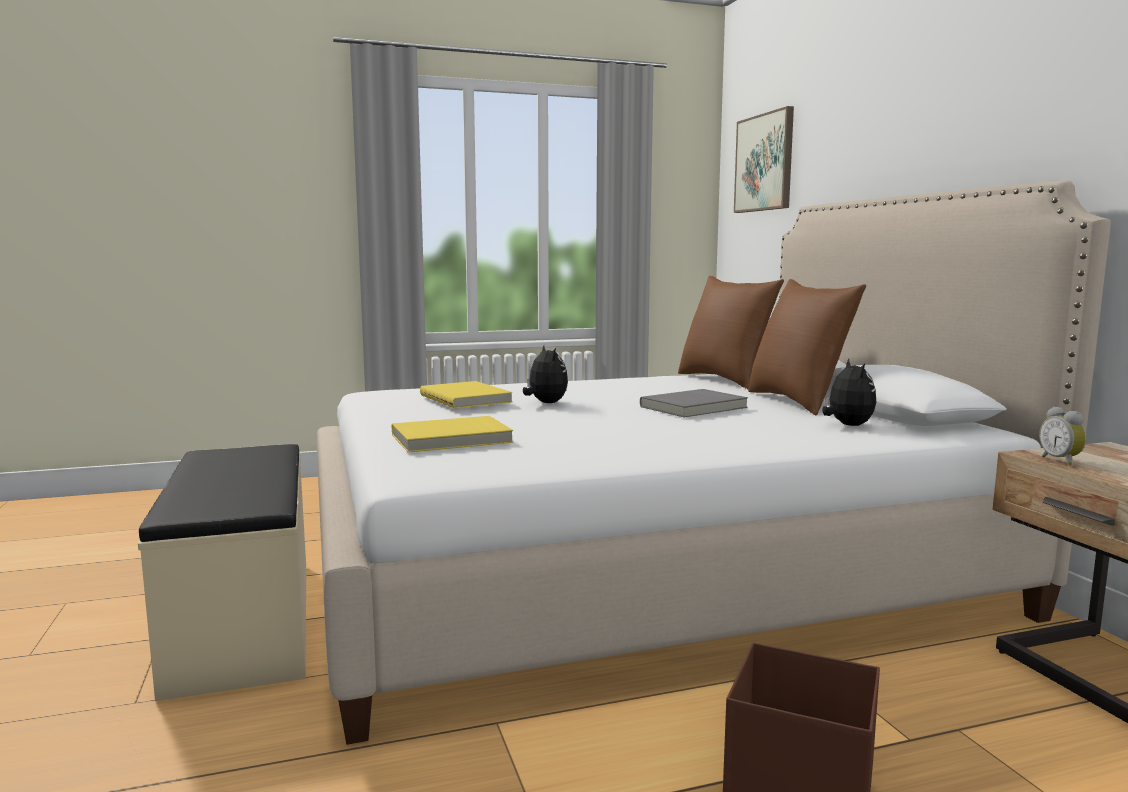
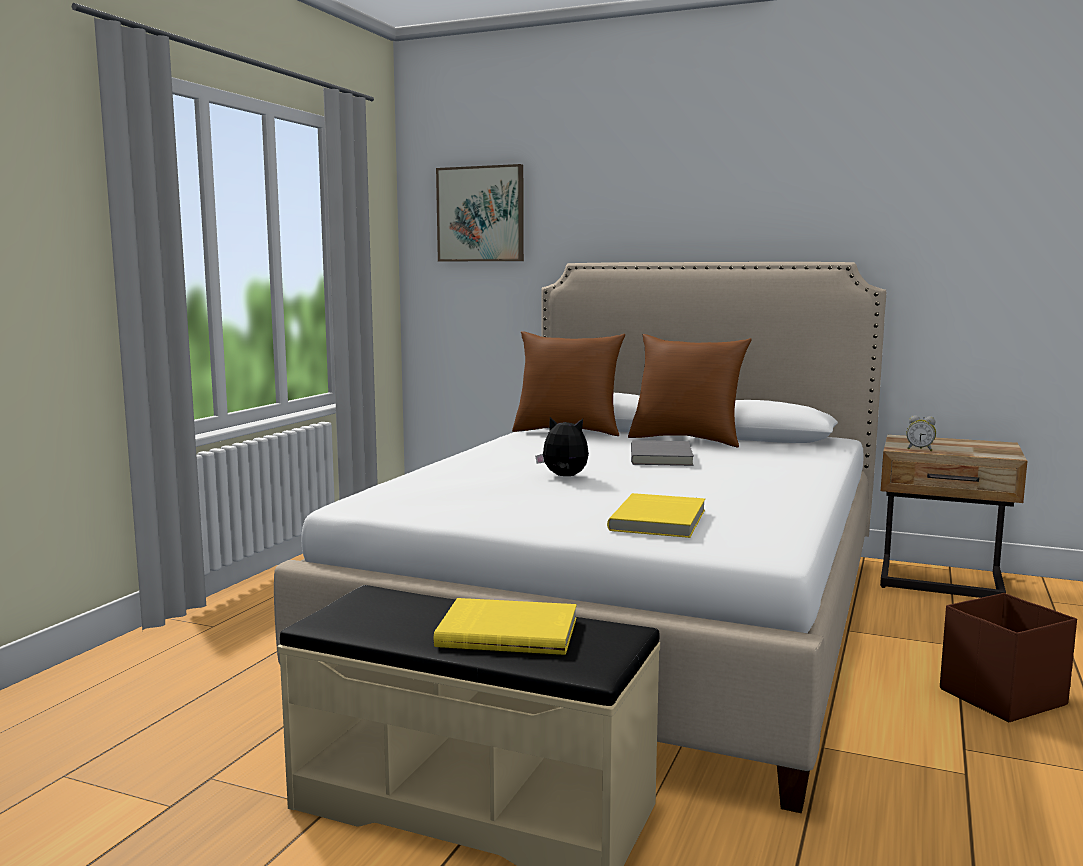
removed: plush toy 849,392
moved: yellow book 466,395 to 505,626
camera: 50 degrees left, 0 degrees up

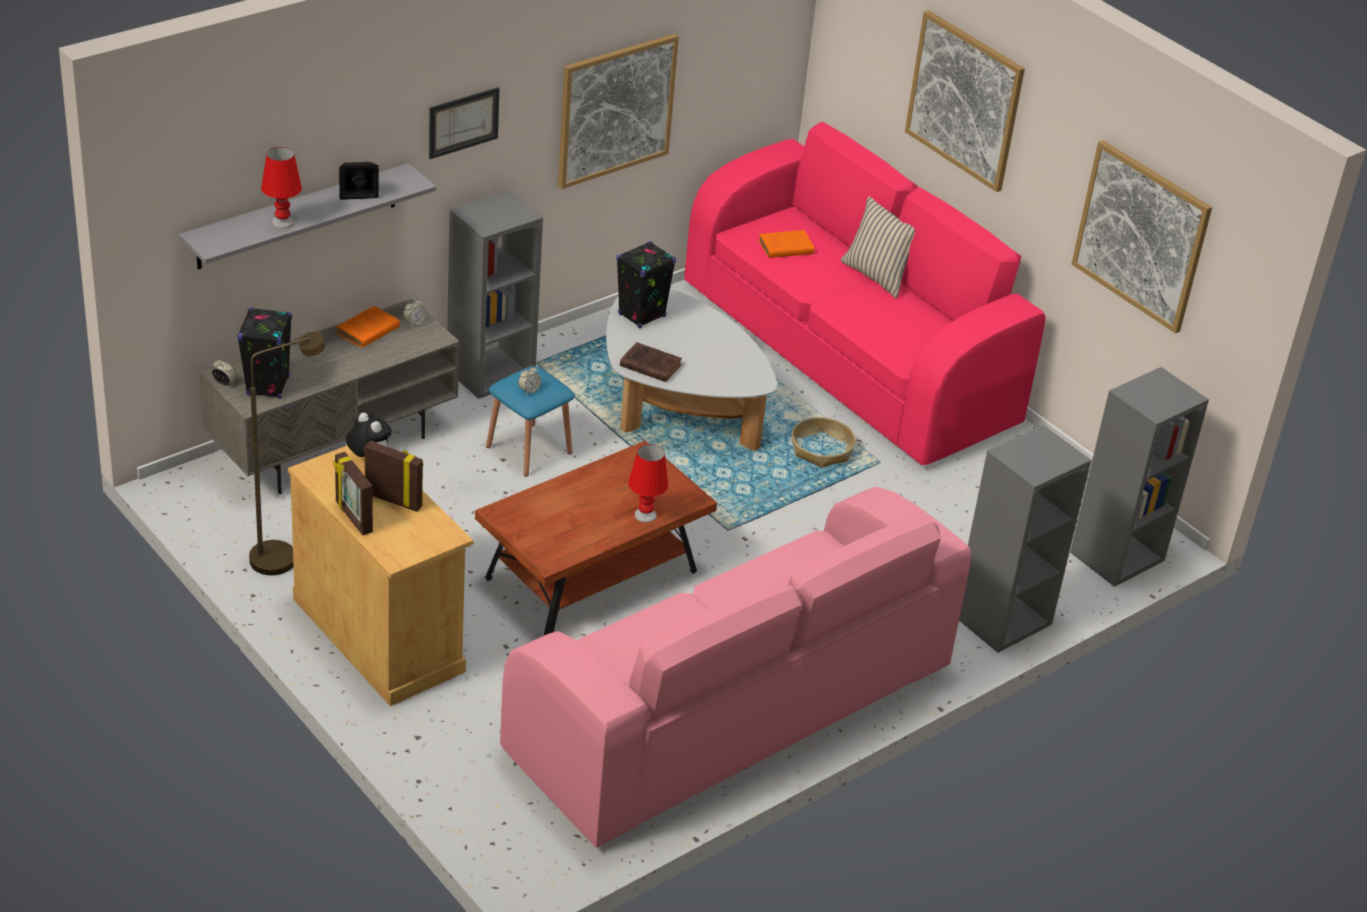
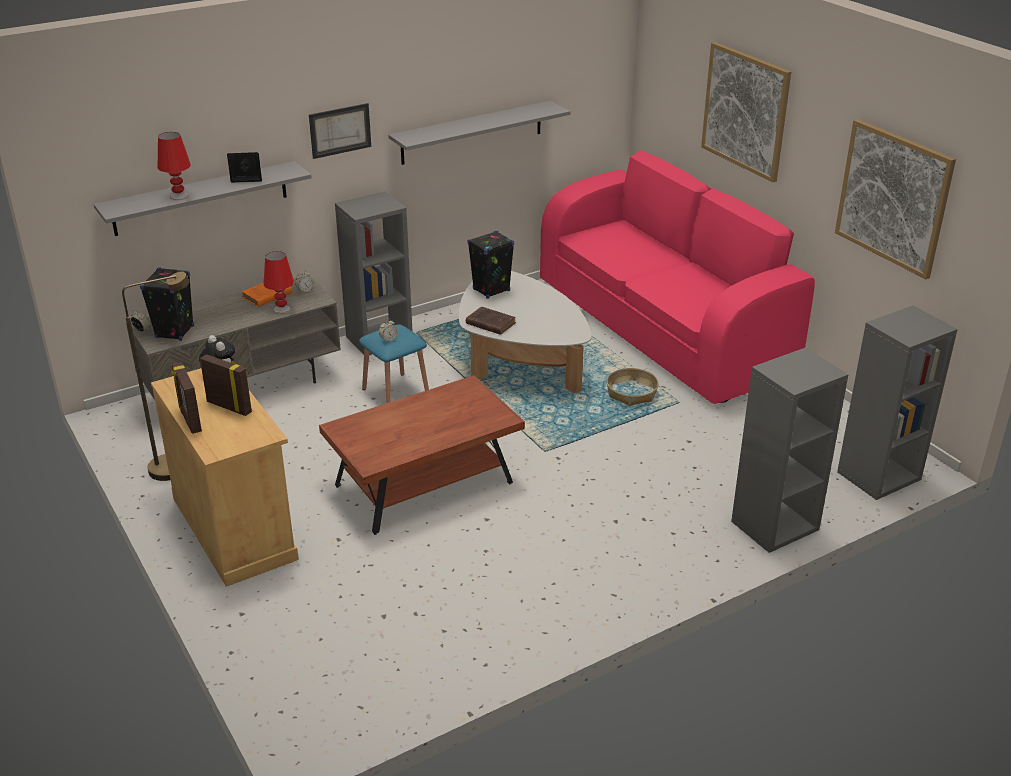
removed: pink sofa 735,666; orange book 786,244; beige pillow 878,248
moved: red table lamp 648,483 to 279,282
replaced: picture 618,111 to grey shelf 479,133
camera: 10 degrees right, 5 degrees down

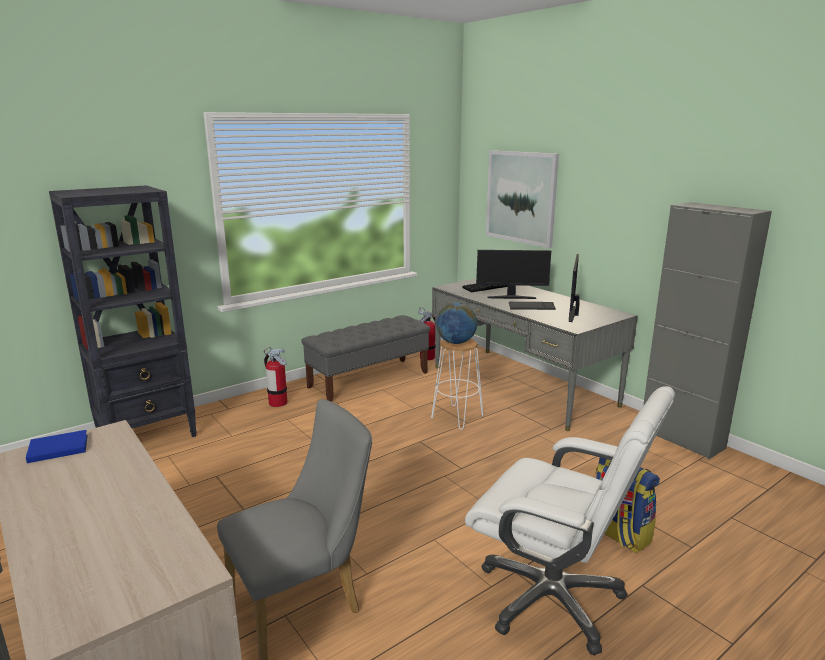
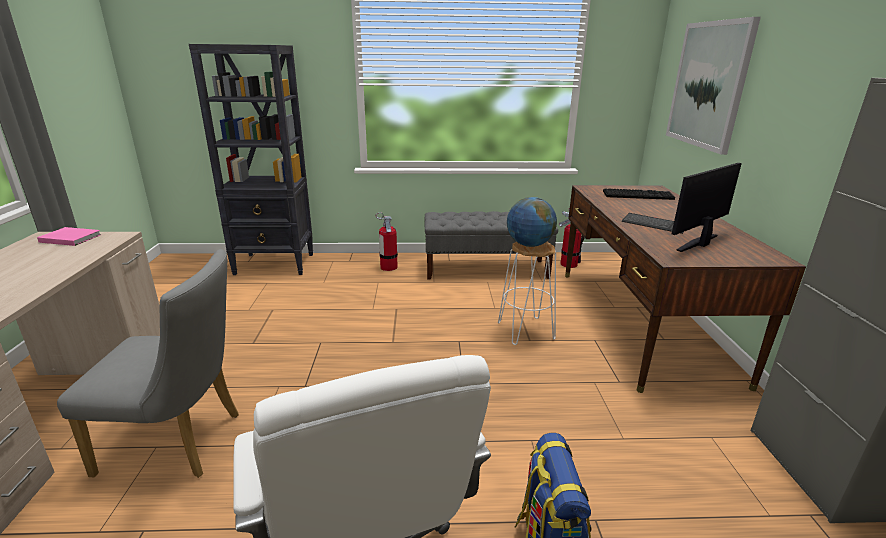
removed: monitor 513,274
recoloured: blue book 57,446 to pink book 69,236; grey desk 535,354 to brown desk 685,289
camera: 35 degrees right, 5 degrees up

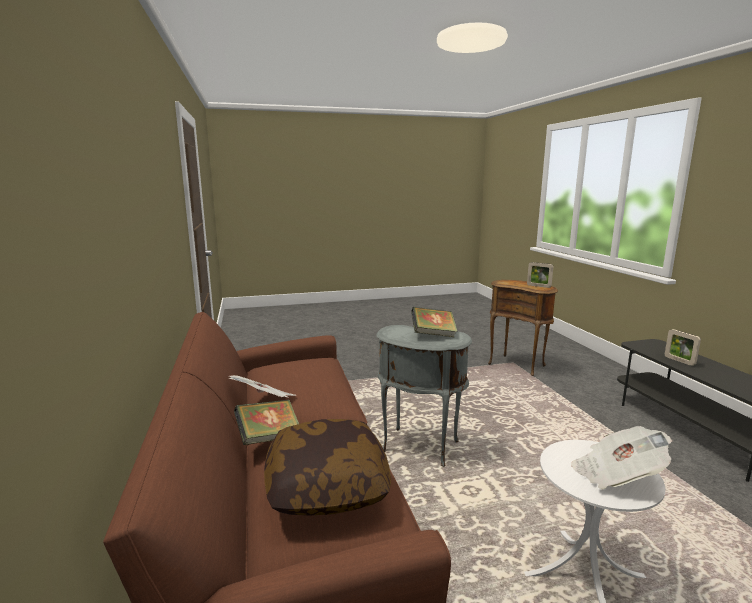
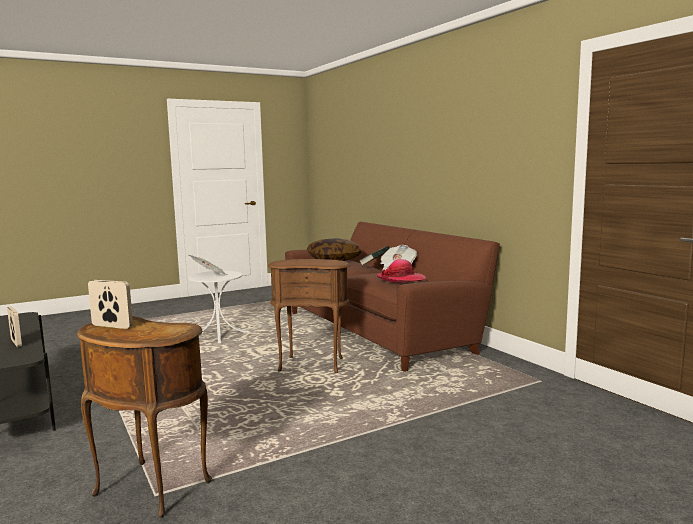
removed: book 434,322
added: hat 401,270
recoloured: grey side table 424,396 to brown side table 309,316
camera: 165 degrees right, 5 degrees down

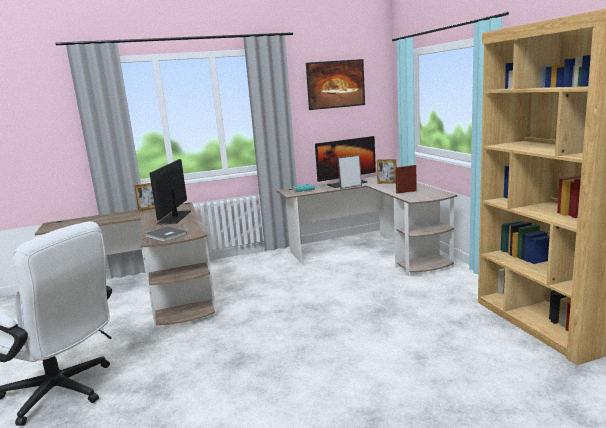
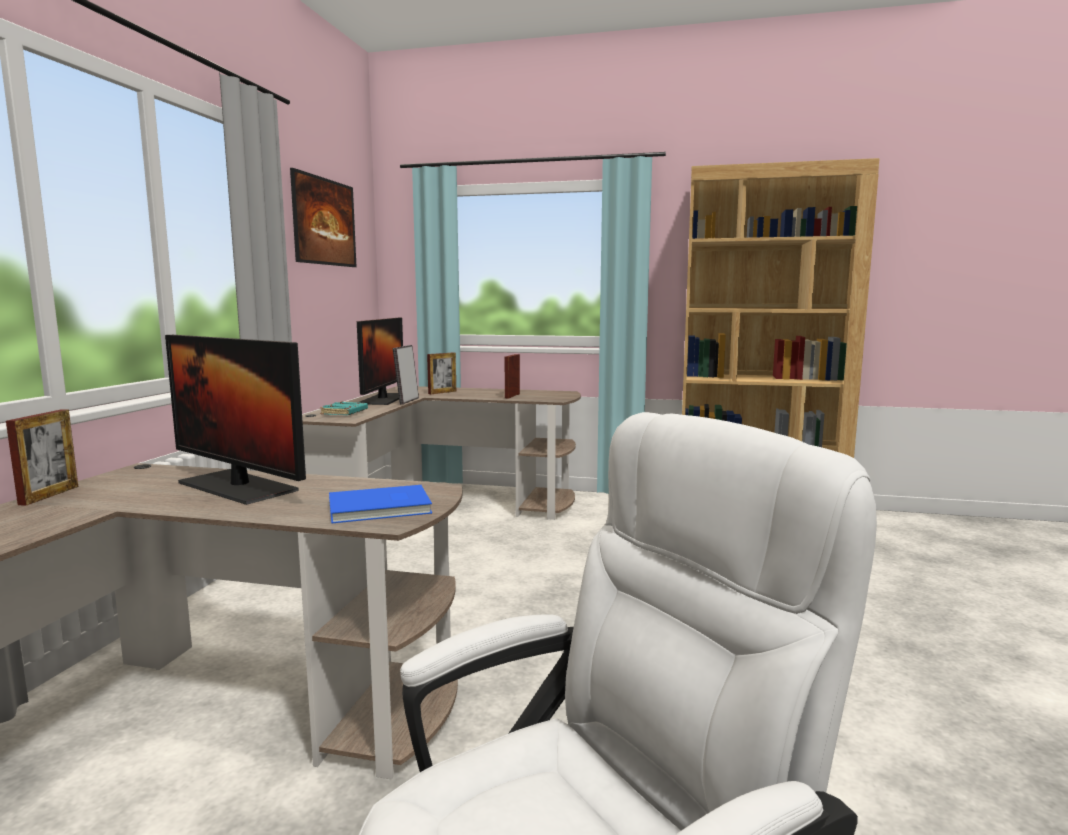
recoloured: grey book 166,234 to blue book 380,504
camera: 60 degrees left, 5 degrees down

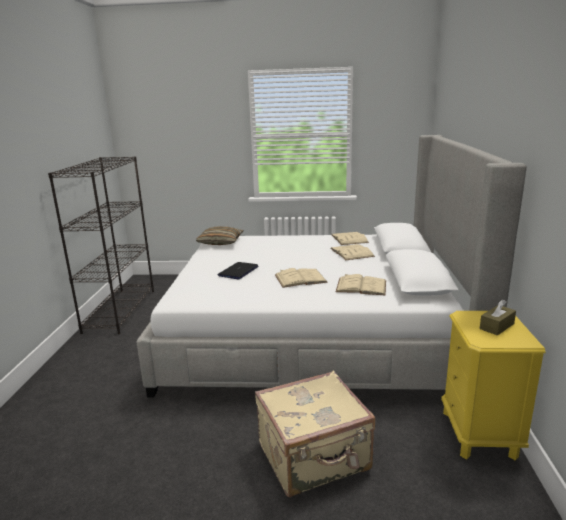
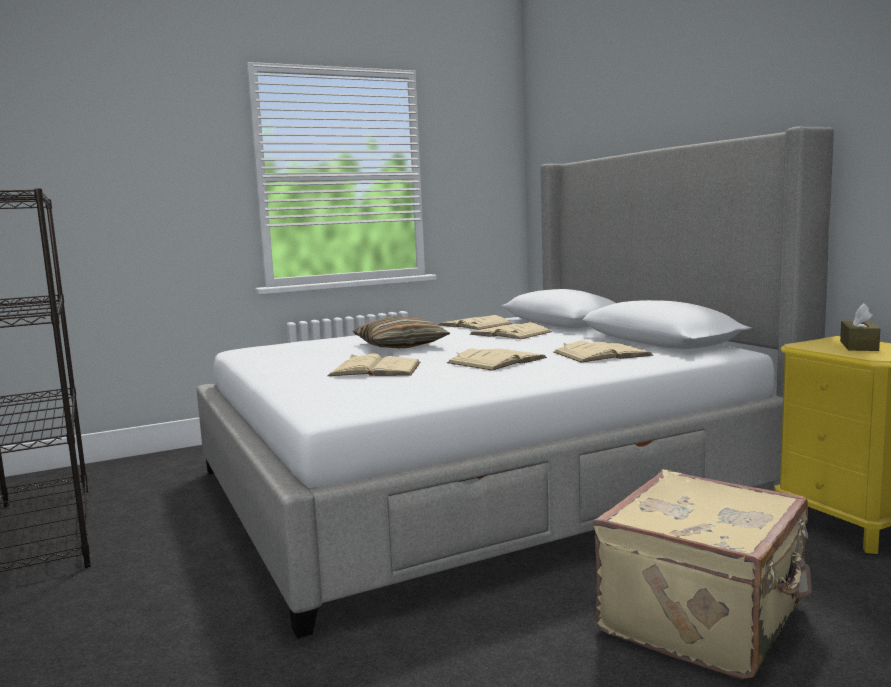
moved: pillow 219,235 to 401,332
replaced: laptop 238,270 to beige book 374,364
camera: 30 degrees left, 10 degrees down

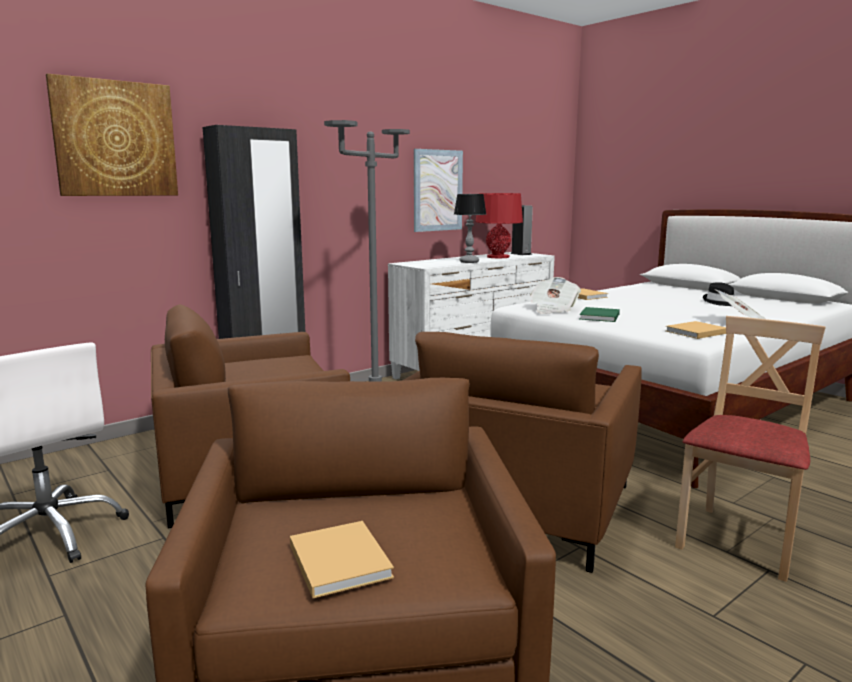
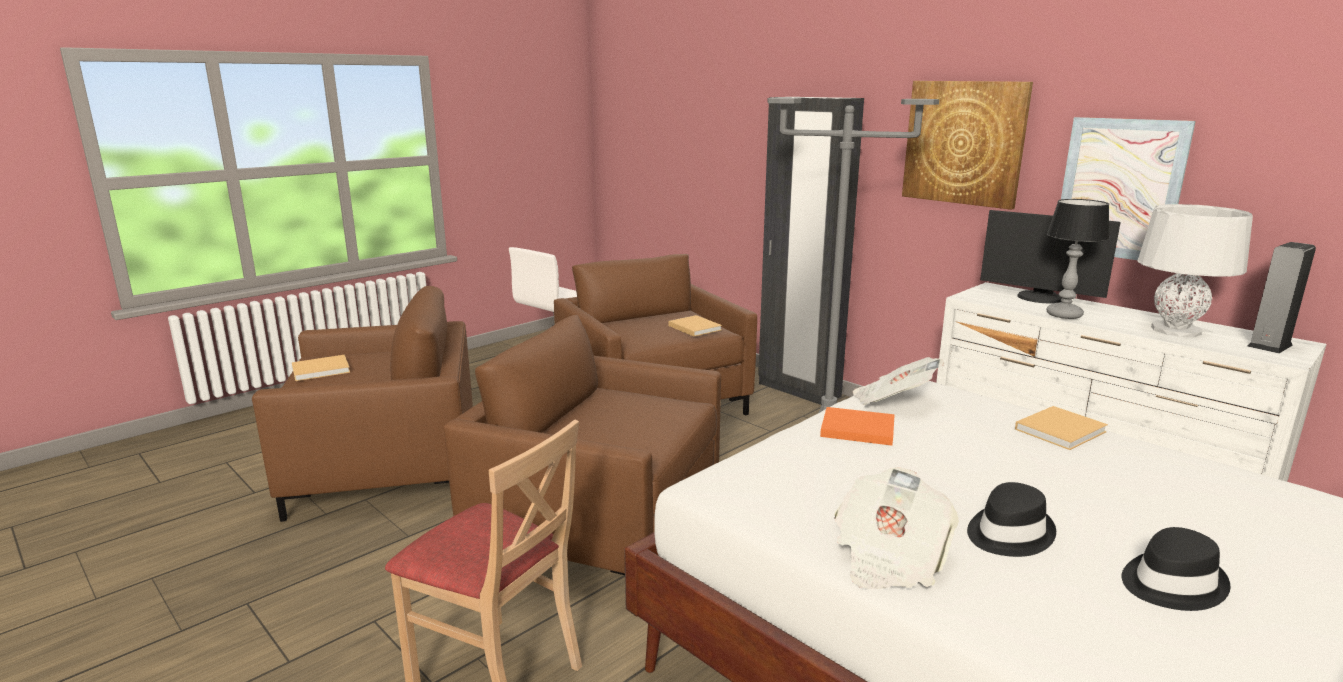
added: black hat 1011,519; monitor 1050,257
moved: beige book 696,330 to 695,325; picture 112,135 to 967,145
recoloured: green book 599,314 to orange book 857,426; red table lamp 499,226 to grey table lamp 1195,270
camera: 85 degrees right, 5 degrees up

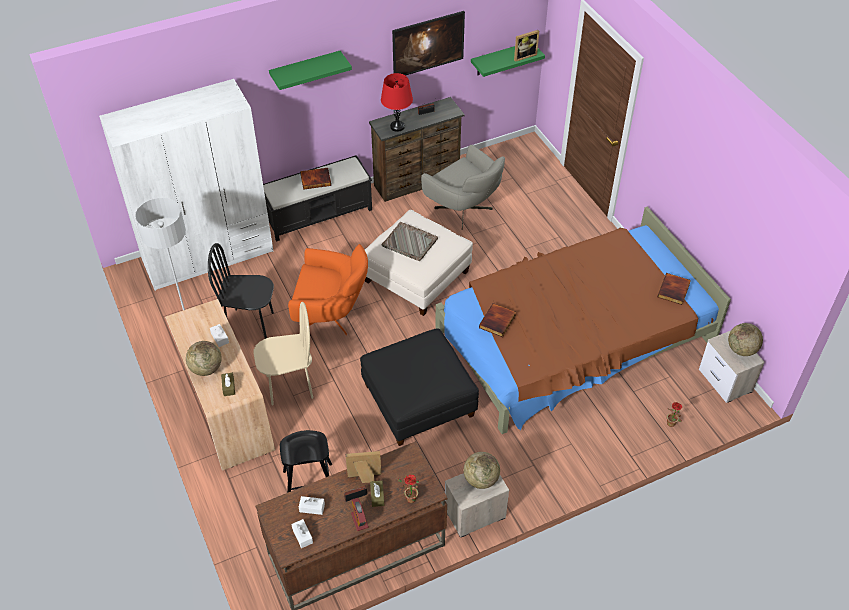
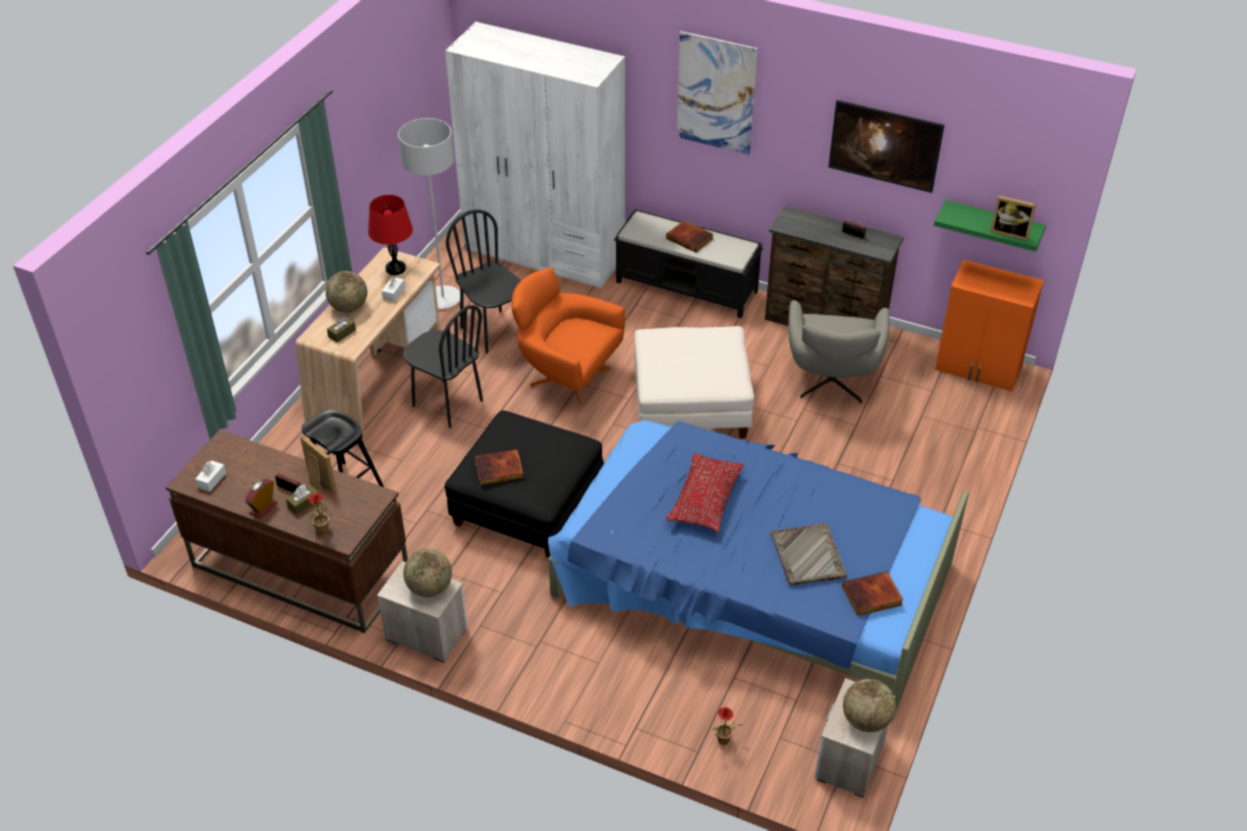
removed: white tissue box 312,505
added: red pillow 705,492; orange cabinet 989,325
moved: red table lamp 397,102 to 390,235; book 497,320 to 499,467; grey tray 410,241 to 809,554
replaced: green shelf 310,70 to picture 717,93
recoloured: beige chair 283,353 to black chair 443,366; brown bed 583,320 to blue bed 758,569
turned: orange armchair 328,289 = 568,336 150 degrees clockwise
camera: 50 degrees right, 5 degrees down

